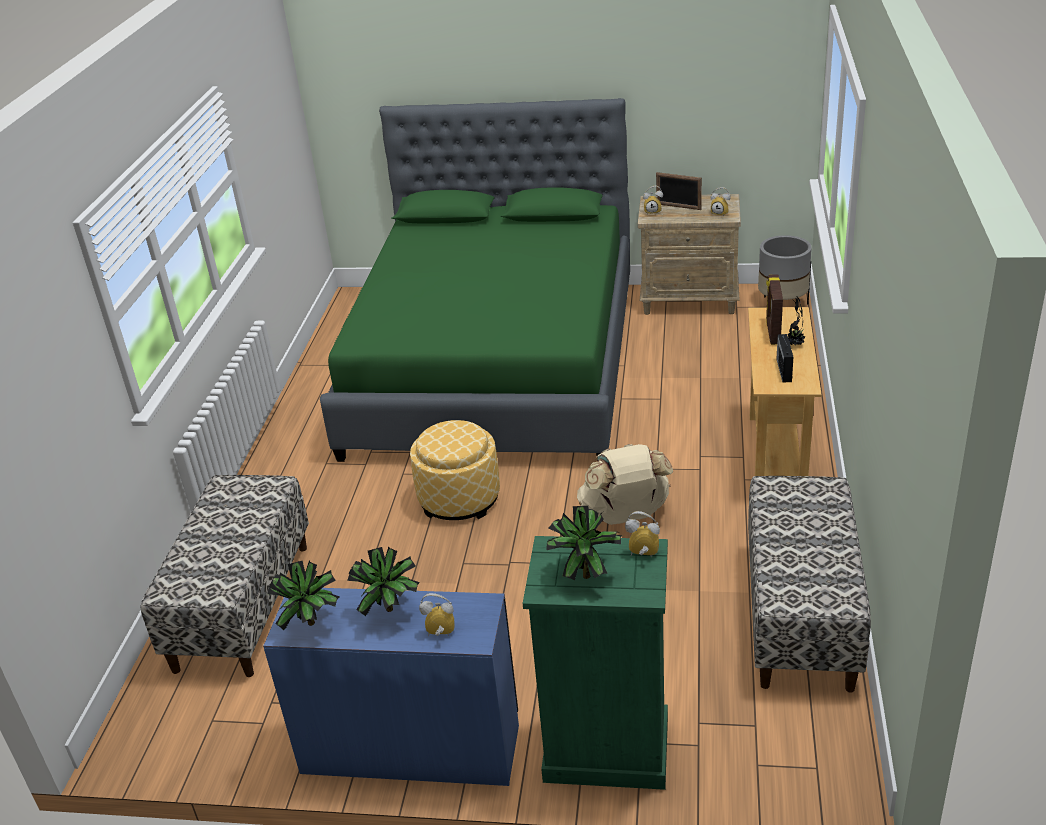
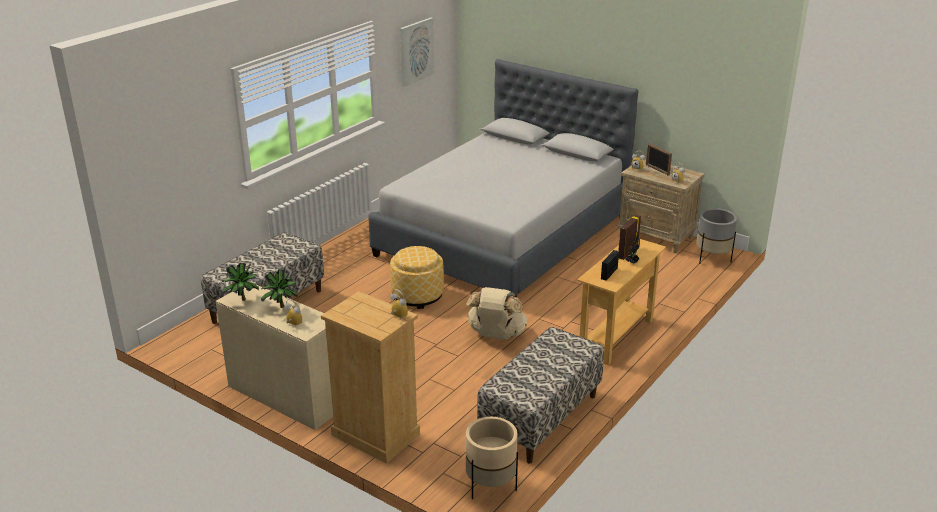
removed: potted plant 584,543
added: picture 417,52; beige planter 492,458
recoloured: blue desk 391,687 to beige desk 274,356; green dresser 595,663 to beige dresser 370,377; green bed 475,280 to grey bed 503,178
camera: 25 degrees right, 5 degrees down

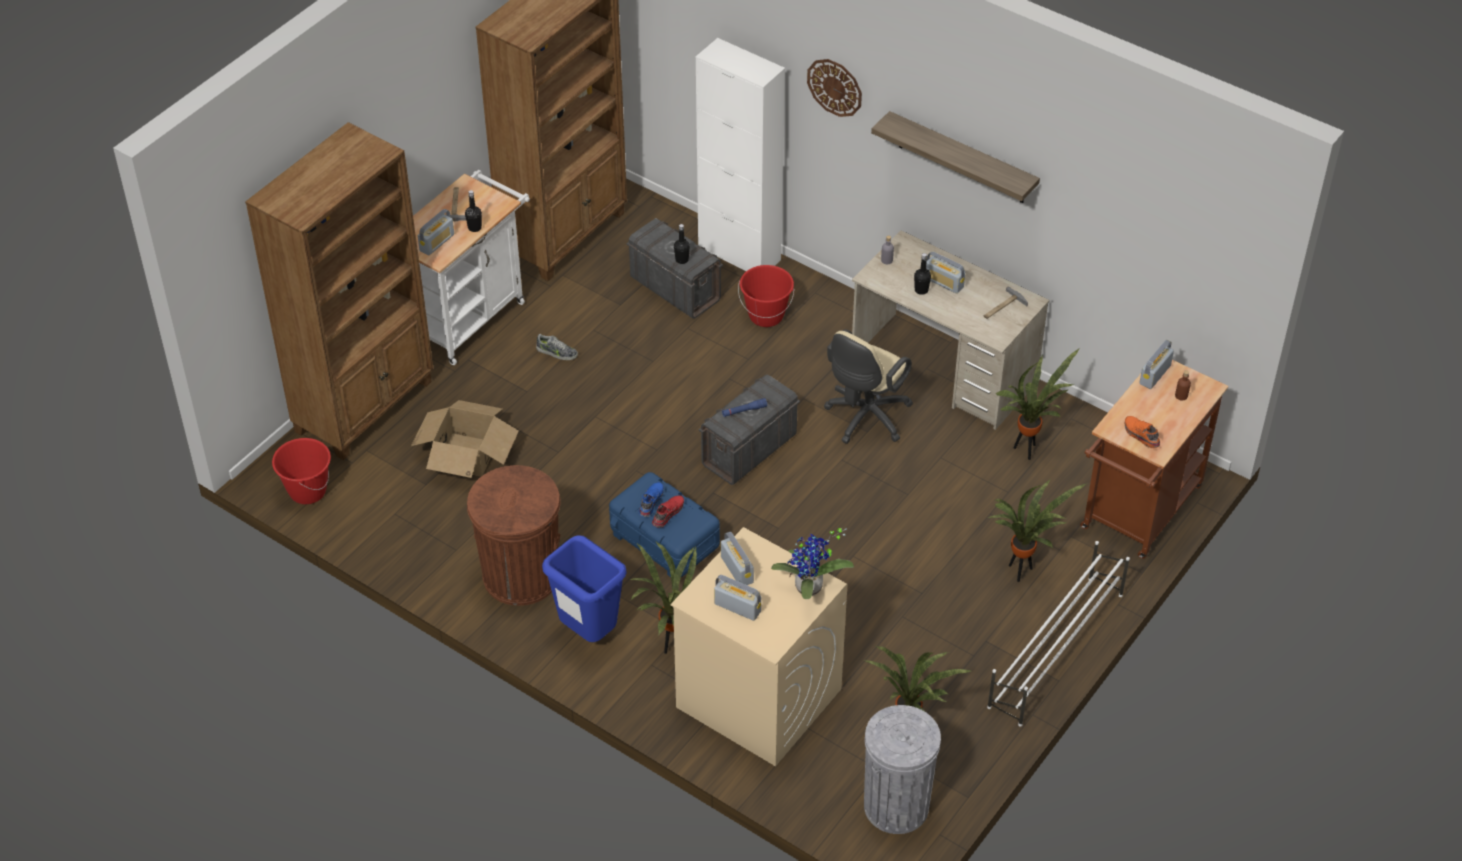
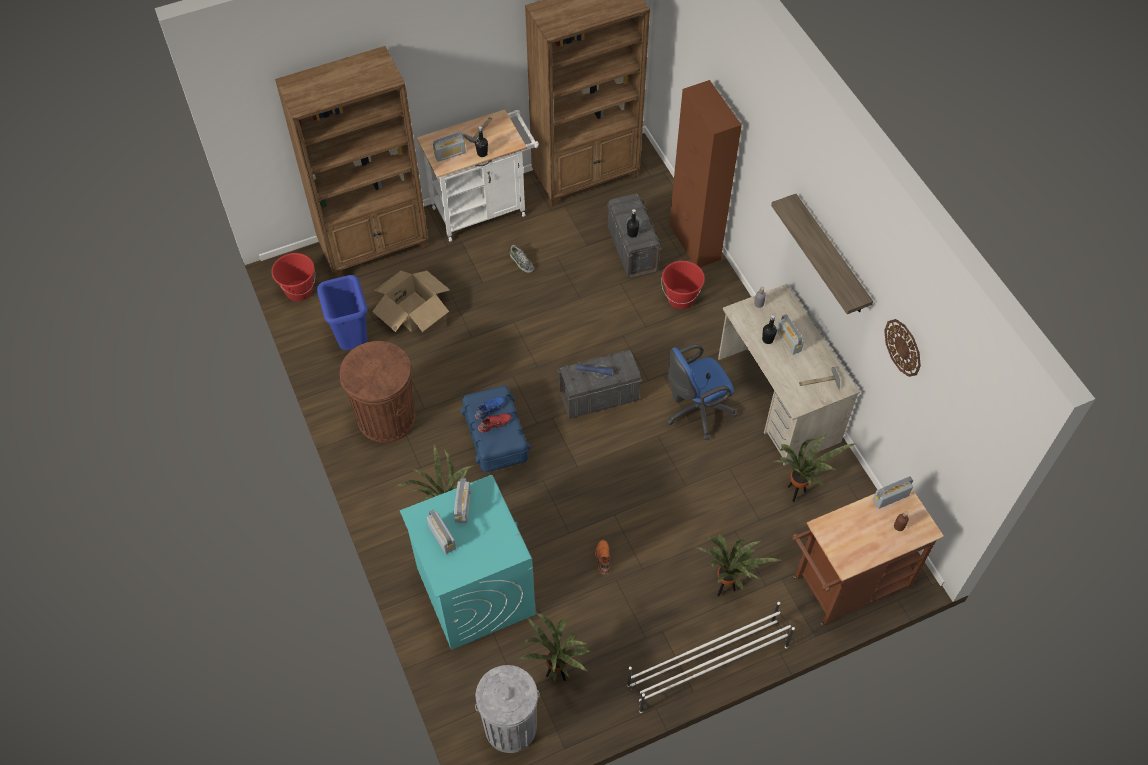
removed: potted plant 812,563
moved: blue trash can 584,588 to 342,312; orange shoe 1142,432 to 602,557; wall clock 834,88 to 902,348
recoloured: beige washing machine 759,646 to turquoise washing machine 468,562; beige office chair 868,387 to blue office chair 702,392; white cabinet 740,154 to brown cabinet 705,173
camera: 30 degrees right, 10 degrees up

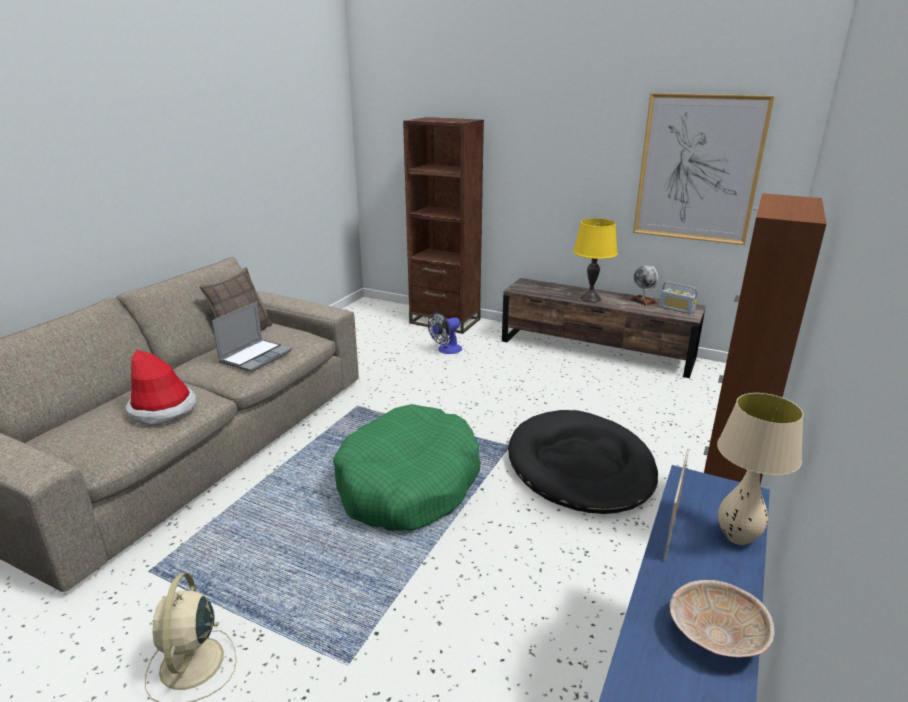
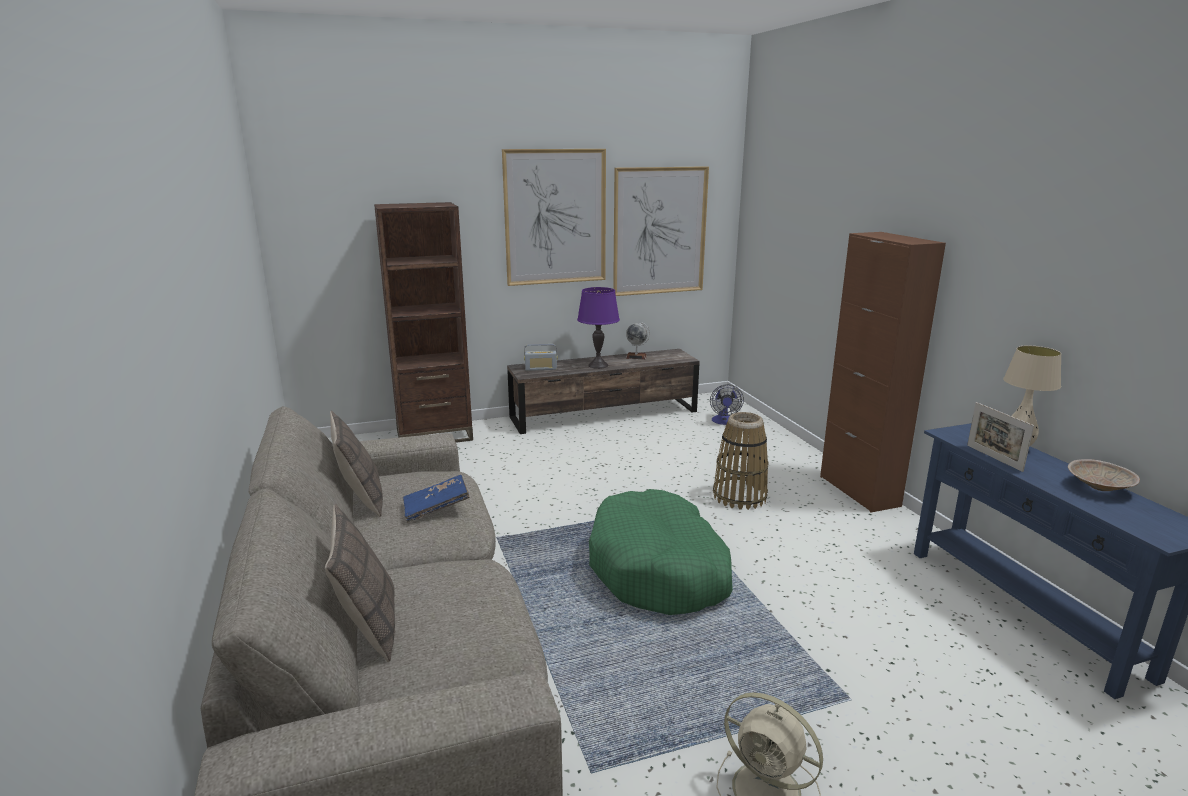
removed: hat 161,387
added: pillow 360,583; picture 554,217
moved: radio 678,297 to 541,357; fan 445,333 to 727,404
replaced: laptop 252,337 to blue book 436,498; black dog bed 583,462 to basket 741,461
recoloured: yellow table lamp 595,260 to purple table lamp 598,328
camera: 45 degrees left, 5 degrees down

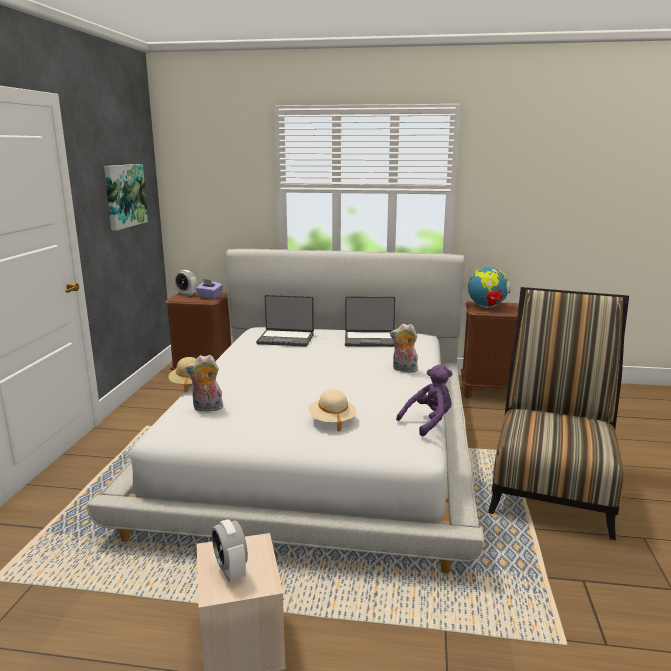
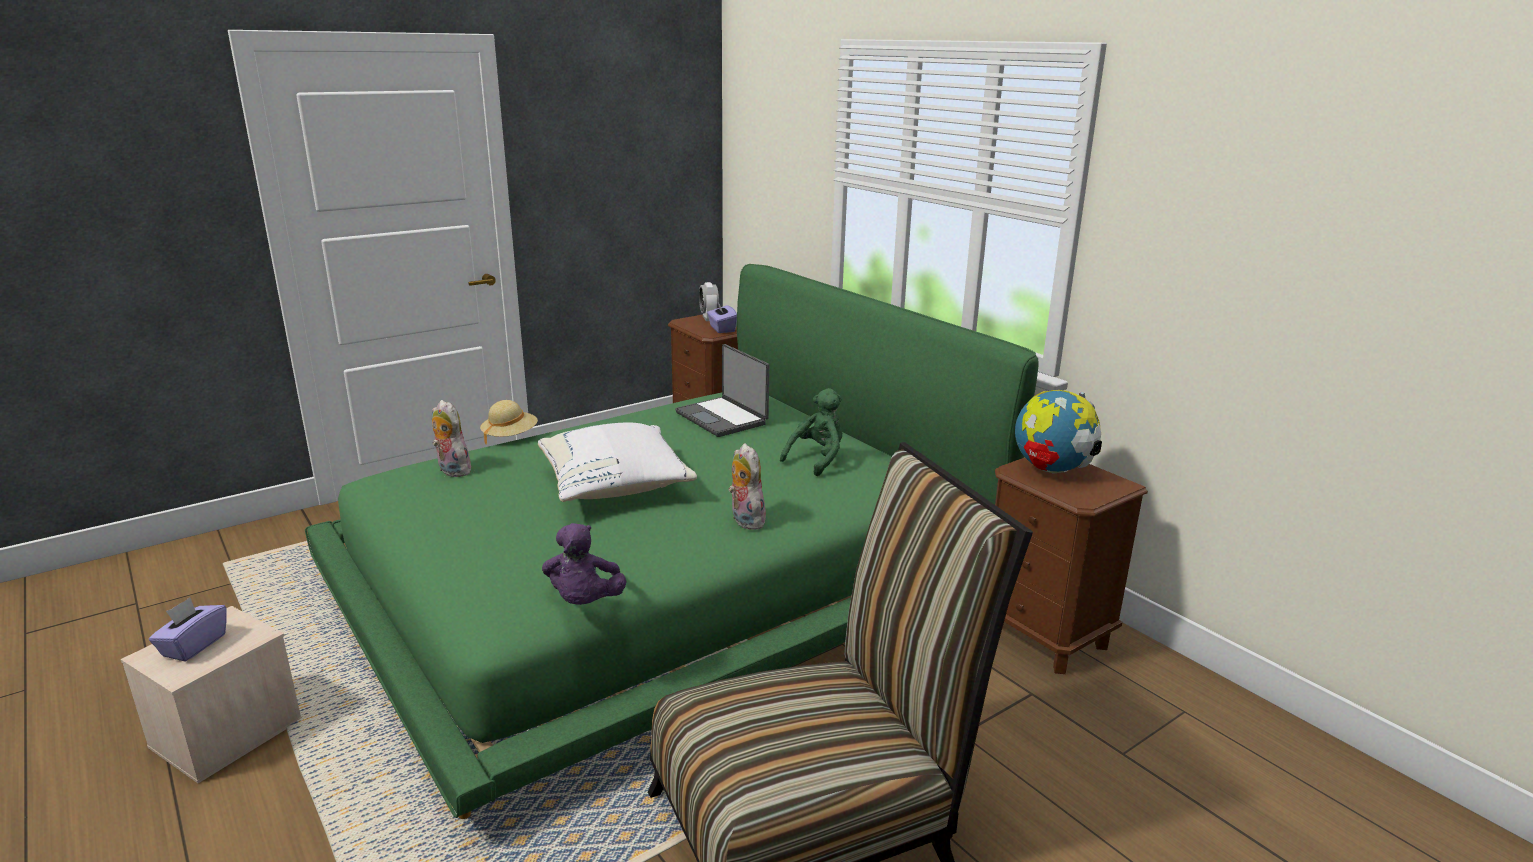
removed: picture 126,197; beige hat 332,410
added: white pillow 617,462
replaced: alarm clock 230,550 to purple tissue box 188,629; laptop 370,321 to green plush toy 811,432
recoloured: white bed 285,411 to green bed 672,541
turned: purple plush toy 424,400 = 584,564 75 degrees clockwise
camera: 45 degrees right, 5 degrees up

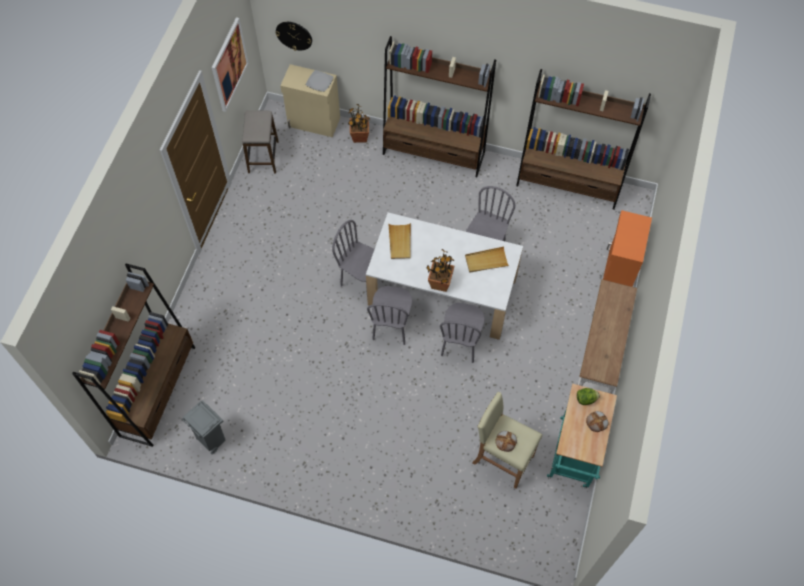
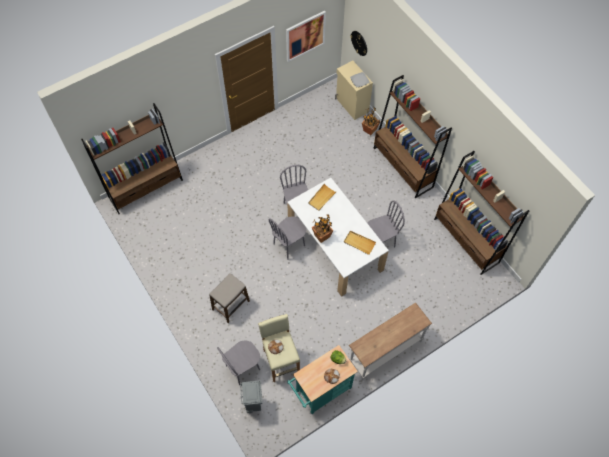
removed: orange cabinet 627,248
moved: stool 260,142 to 229,298; grey chair 462,333 to 238,362; grey trash can 204,427 to 251,397
camera: 40 degrees right, 0 degrees up

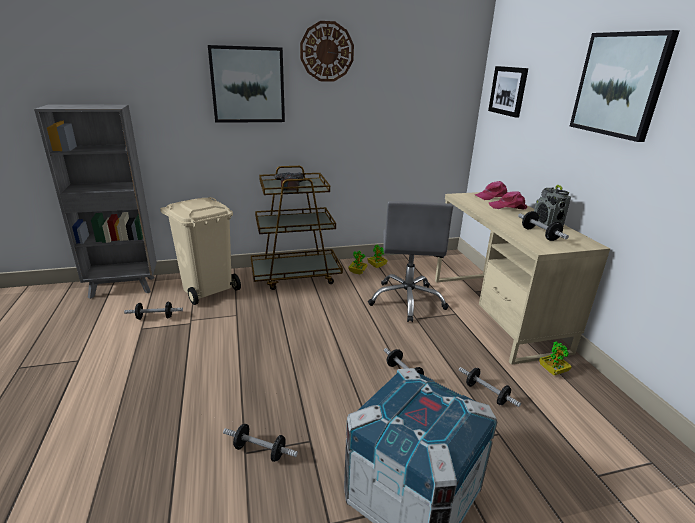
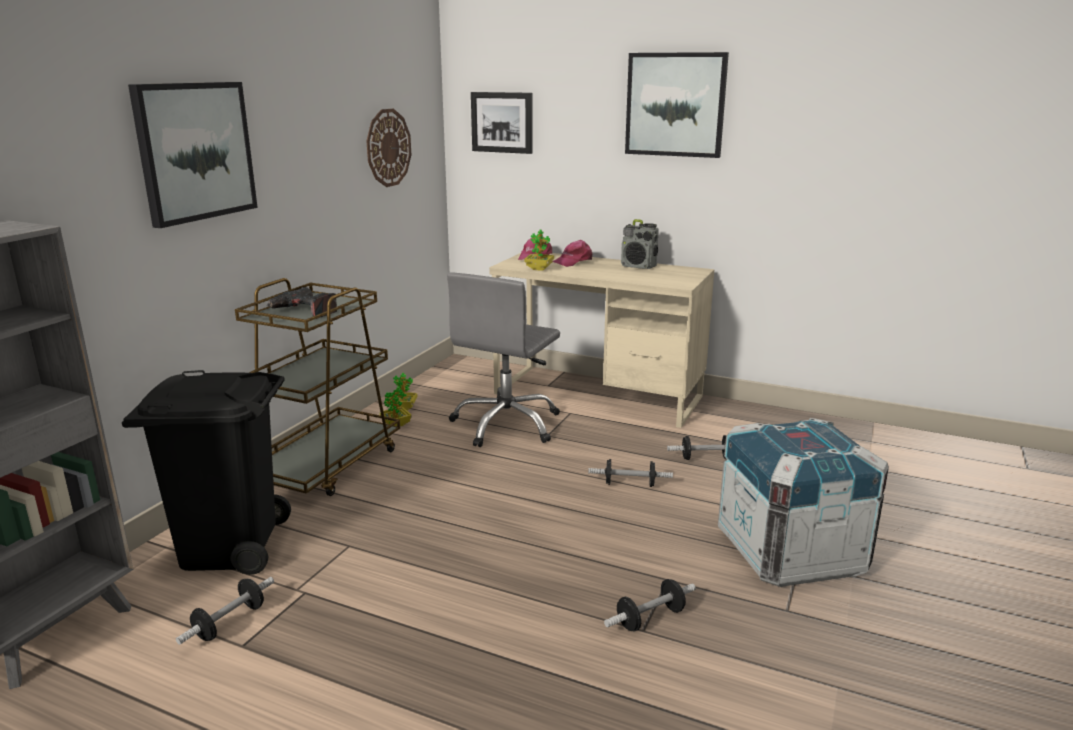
removed: dumbbell 543,226
moved: wall clock 327,51 to 388,148; potted plant 555,358 to 539,250
recoloured: beige trash can 200,251 to black trash can 206,472
turned: grey office chair 410,261 = 503,359 75 degrees clockwise
camera: 50 degrees left, 5 degrees down

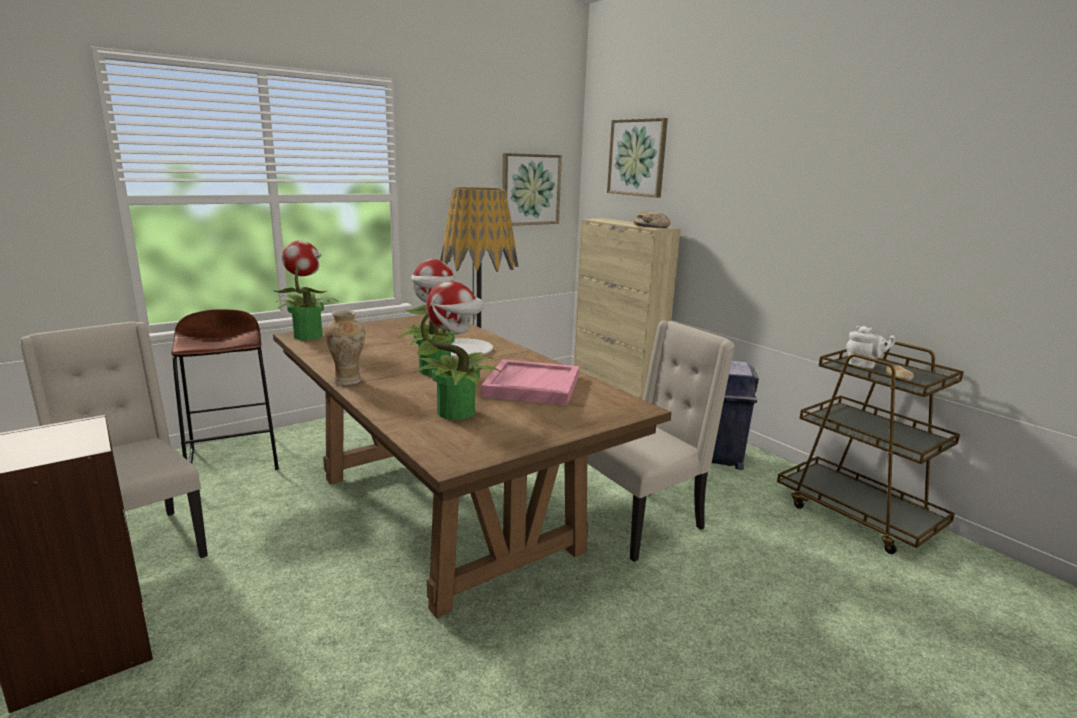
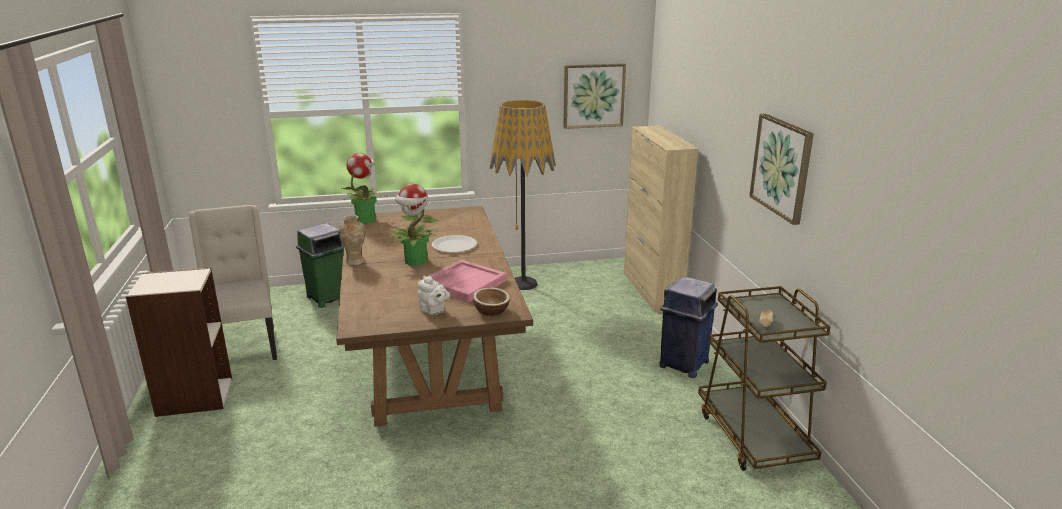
removed: potted plant 458,350; beige chair 661,441; bread 652,219
added: bowl 491,302
moved: white teapot 870,347 to 434,295; picture 637,157 to 781,169
replaced: brown stool 225,389 to green trash can 320,265
camera: 25 degrees right, 5 degrees up

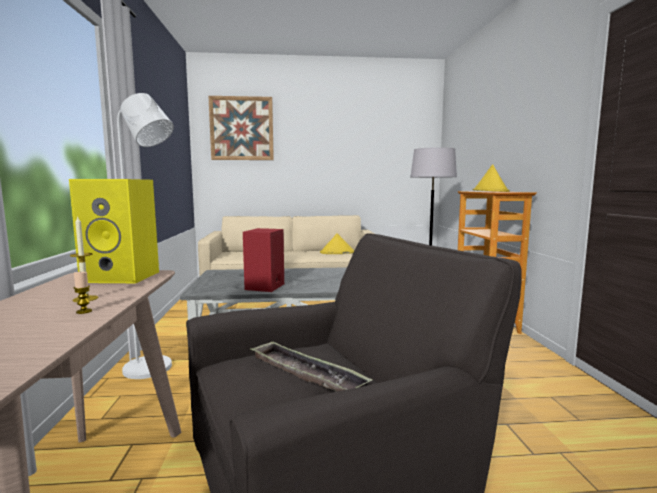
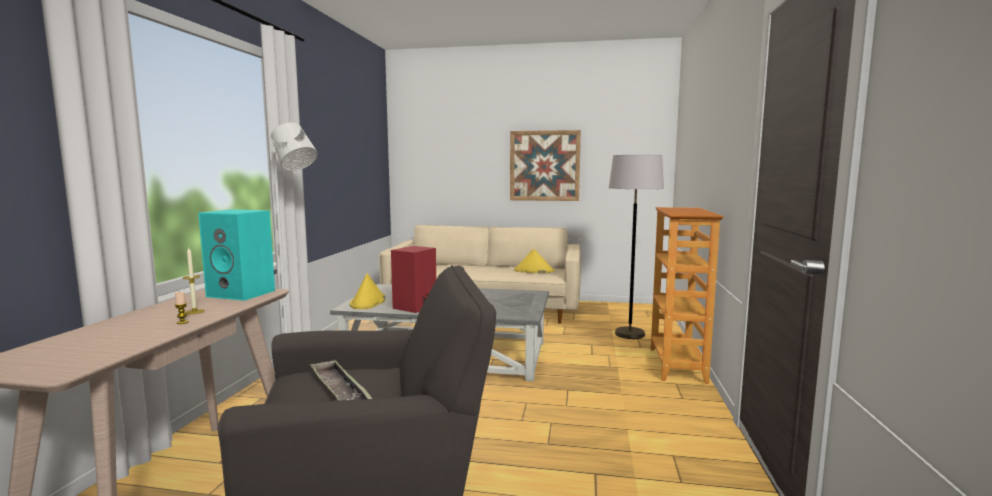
moved: yellow hat 491,178 to 368,291; picture 241,128 to 545,165
recoloured: yellow speaker 114,231 to turquoise speaker 236,255
camera: 15 degrees right, 0 degrees up

